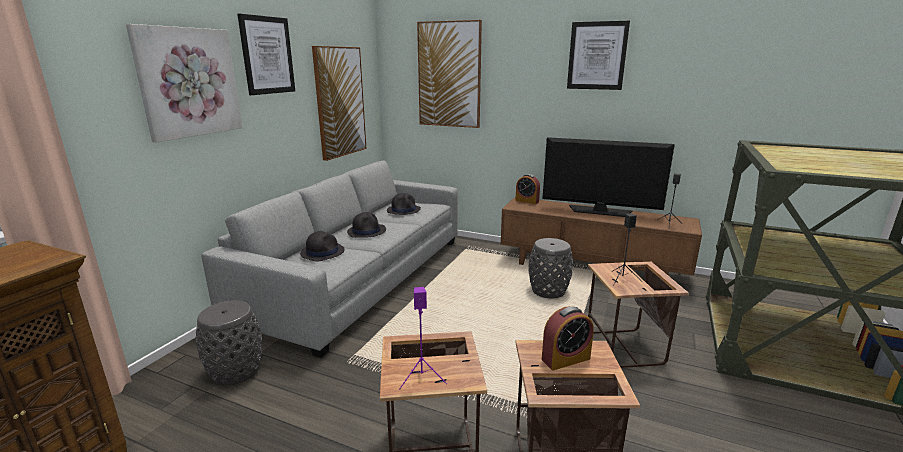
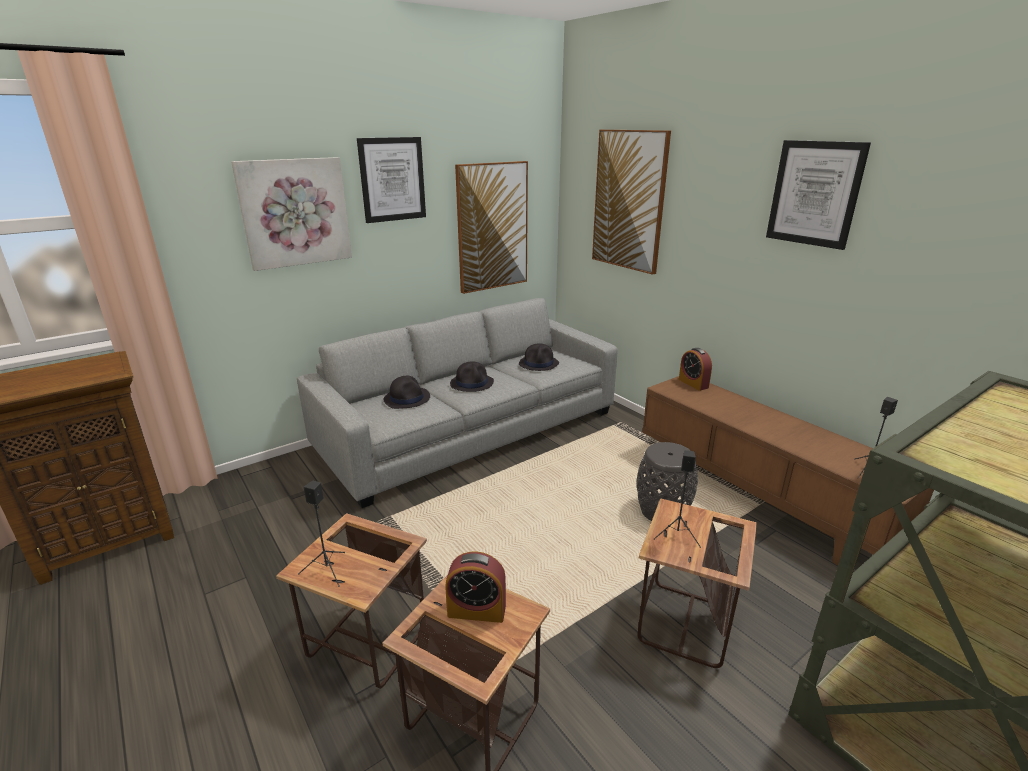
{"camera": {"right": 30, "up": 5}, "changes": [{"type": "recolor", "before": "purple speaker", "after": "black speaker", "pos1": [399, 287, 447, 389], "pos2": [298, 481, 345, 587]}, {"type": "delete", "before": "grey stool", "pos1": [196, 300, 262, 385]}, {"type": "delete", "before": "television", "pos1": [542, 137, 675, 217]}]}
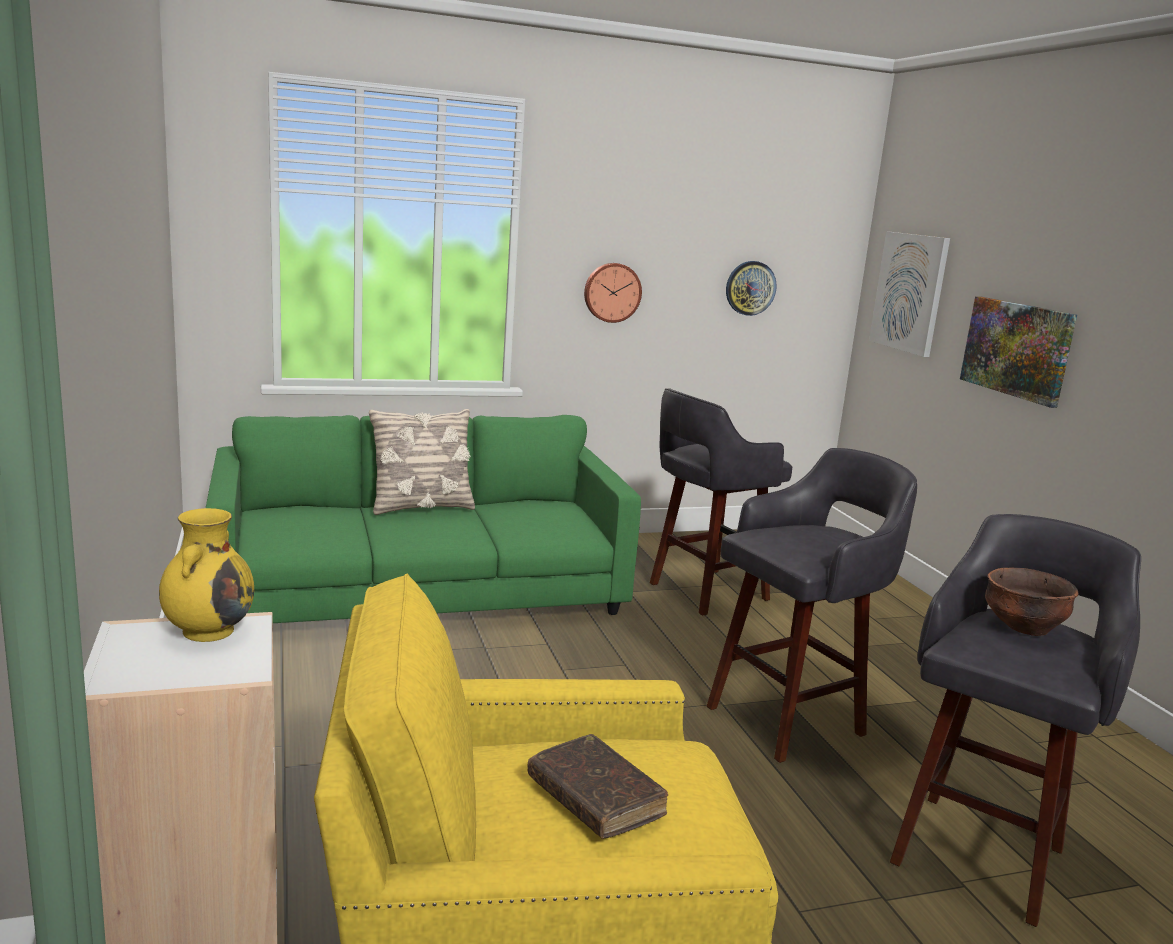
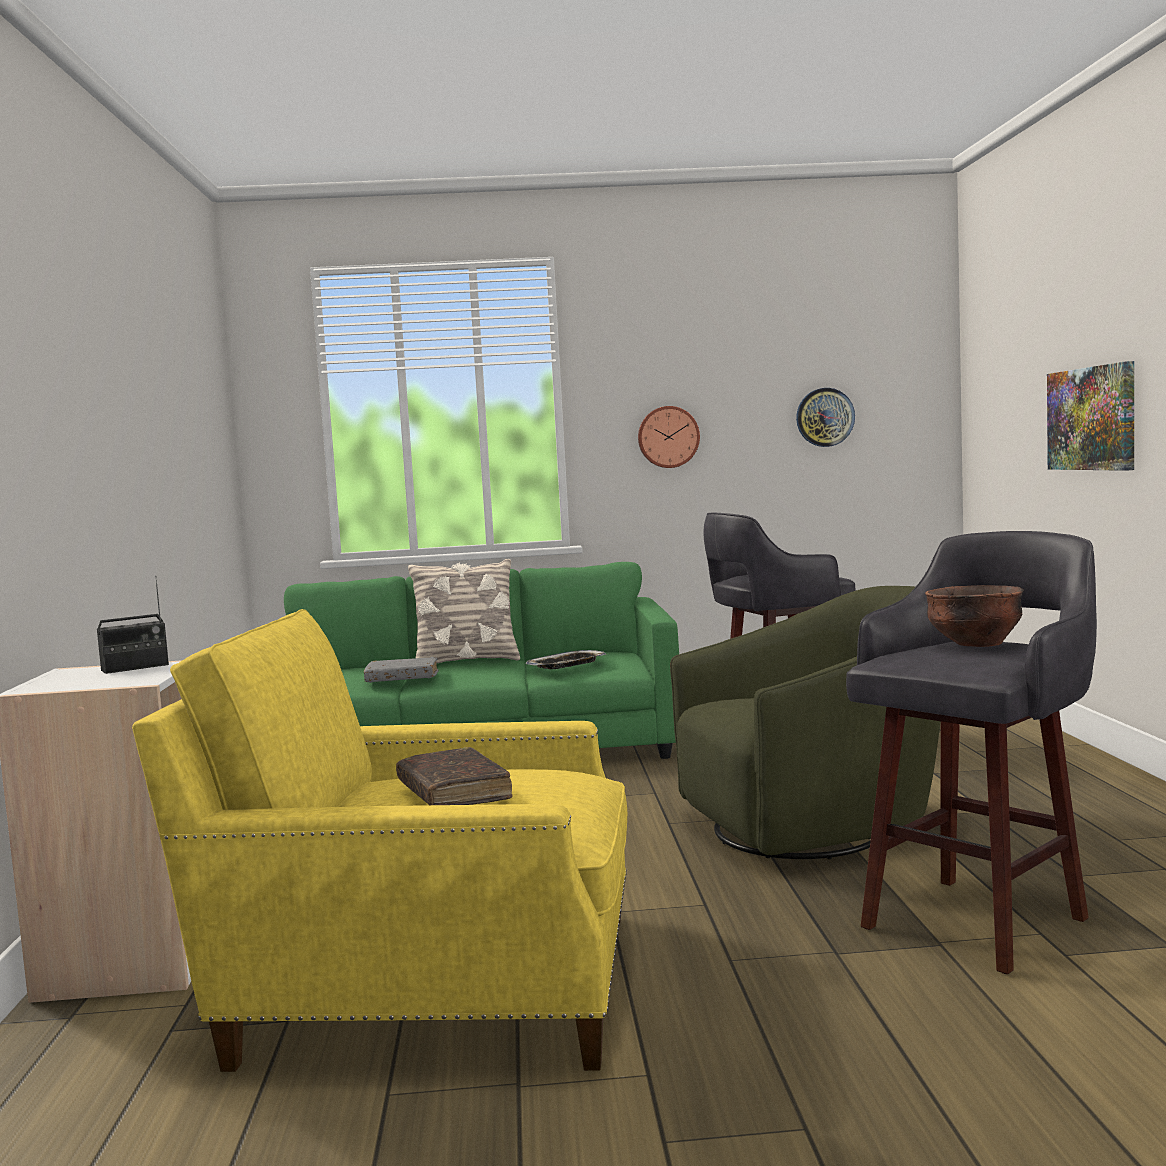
{"camera": {"right": 15, "up": -10}, "changes": [{"type": "replace", "before": "yellow vase", "after": "radio", "pos1": [159, 508, 254, 642], "pos2": [97, 576, 169, 674]}, {"type": "insert", "after": "grey book", "pos2": [364, 657, 439, 683]}, {"type": "insert", "after": "tray", "pos2": [526, 650, 607, 669]}, {"type": "replace", "before": "grey stool", "after": "green armchair", "pos1": [707, 448, 917, 763], "pos2": [670, 586, 941, 859]}, {"type": "delete", "before": "picture", "pos1": [869, 232, 950, 357]}]}
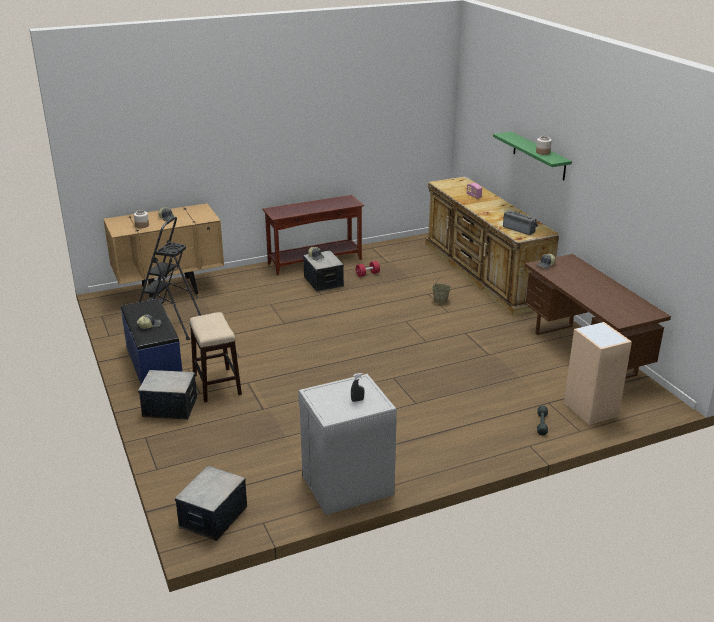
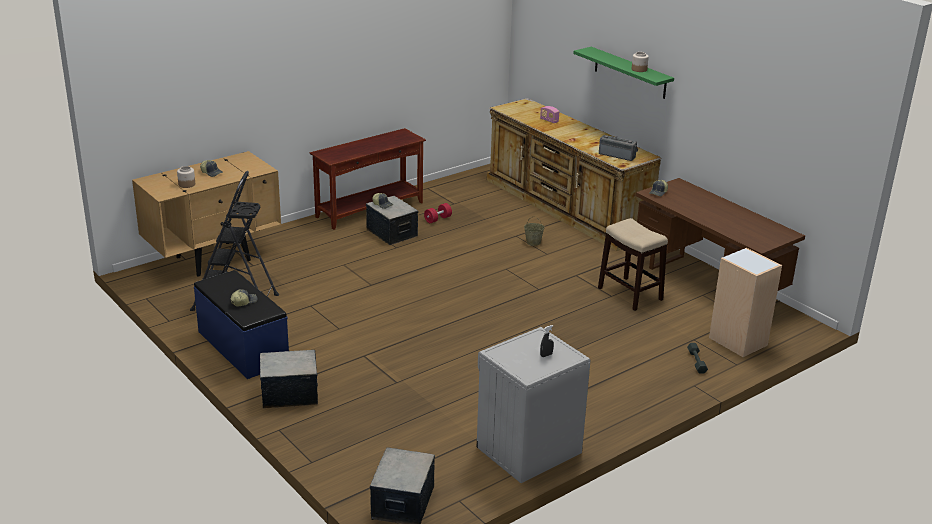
{"camera": {"right": -15, "up": 0}, "changes": [{"type": "move", "before": "stool", "pos1": [189, 312, 242, 402], "pos2": [598, 218, 668, 311]}]}
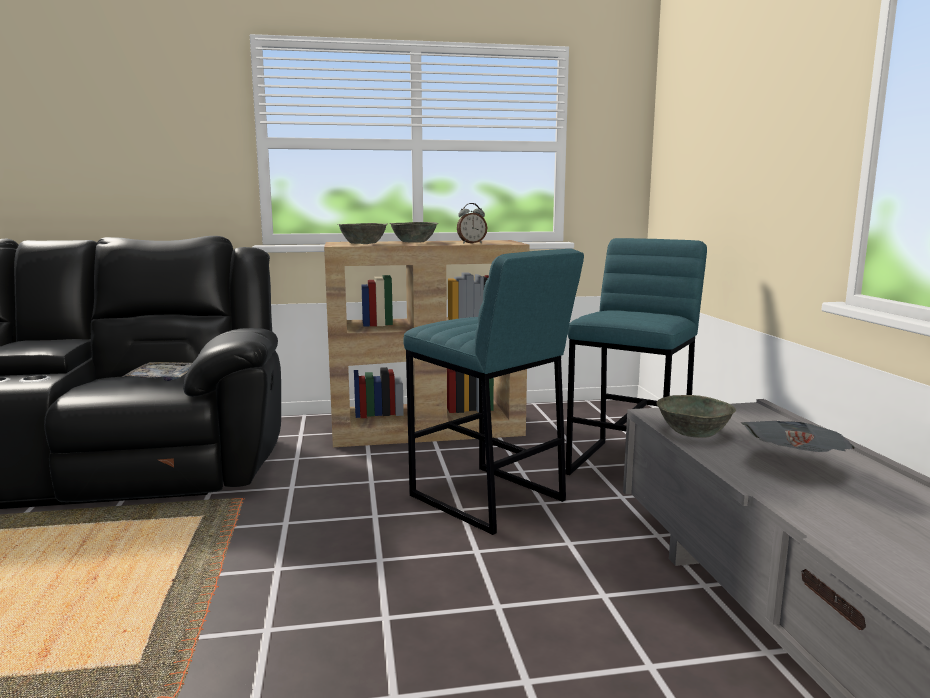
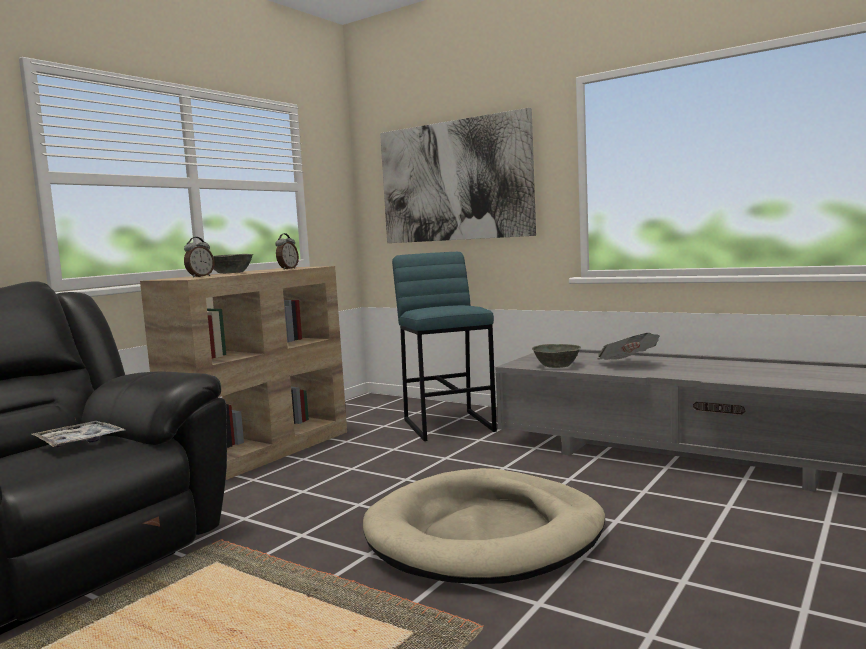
{"camera": {"right": -45, "up": -5}, "changes": [{"type": "replace", "before": "grey bowl", "after": "alarm clock", "pos1": [338, 223, 388, 244], "pos2": [184, 237, 215, 278]}, {"type": "insert", "after": "beige dog bed", "pos2": [363, 468, 605, 584]}, {"type": "insert", "after": "picture", "pos2": [380, 108, 536, 243]}, {"type": "delete", "before": "turquoise stool", "pos1": [403, 249, 584, 535]}]}
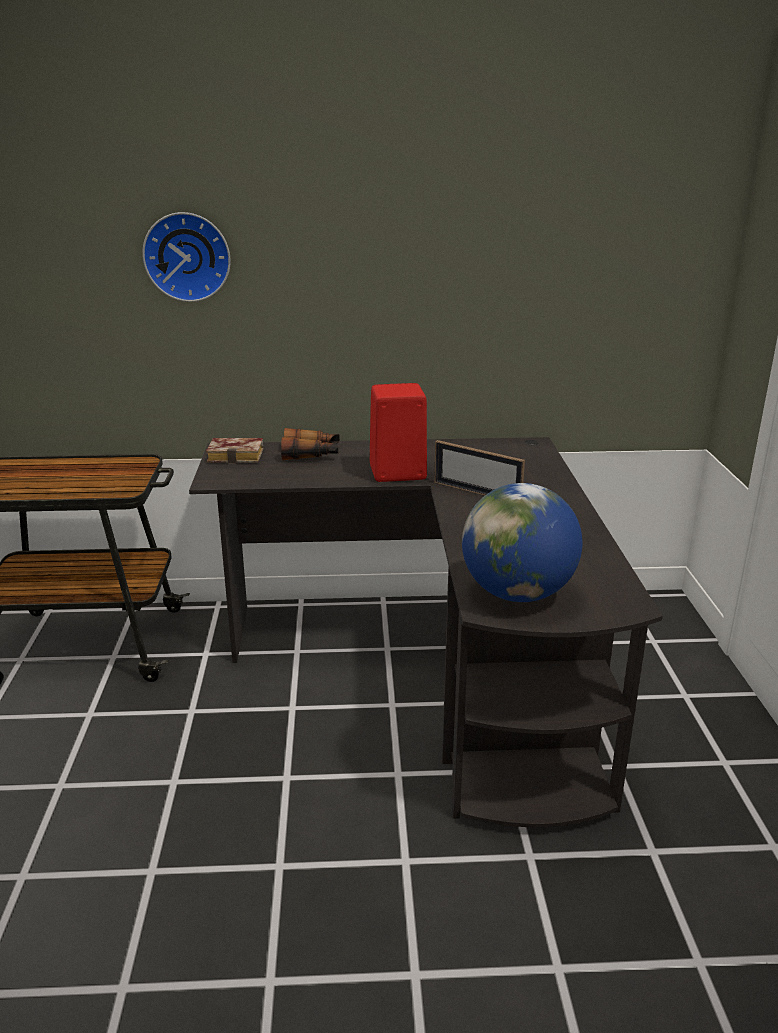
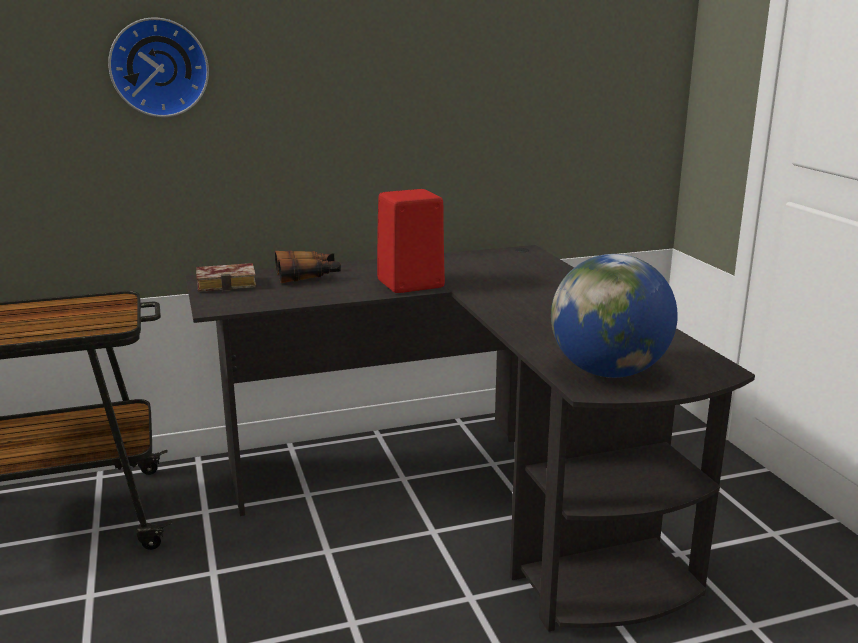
{"camera": {"right": -15, "up": -5}, "changes": [{"type": "delete", "before": "picture frame", "pos1": [434, 440, 525, 496]}]}
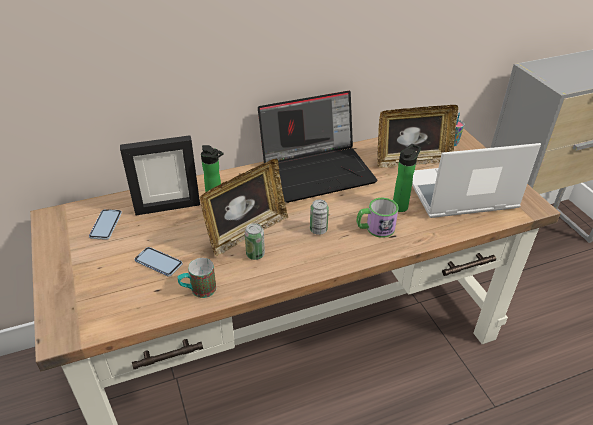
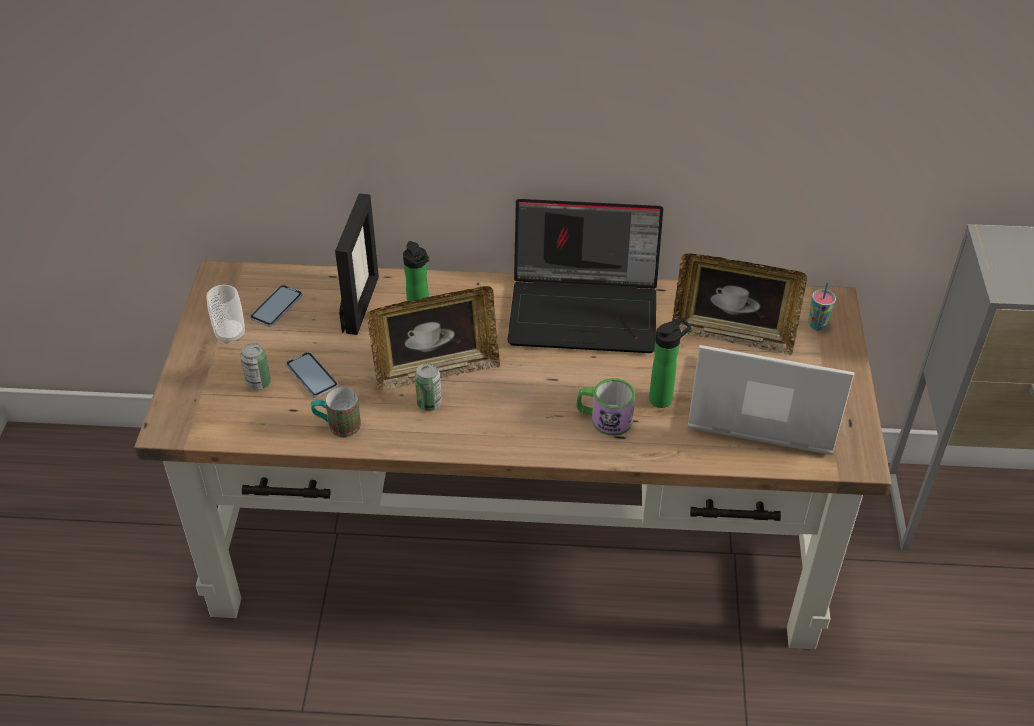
{"camera": {"right": 25, "up": 5}, "changes": [{"type": "insert", "after": "cup", "pos2": [206, 285, 245, 344]}, {"type": "move", "before": "can", "pos1": [310, 199, 329, 235], "pos2": [240, 343, 271, 390]}, {"type": "rotate", "before": "picture frame", "pos1": [120, 135, 200, 215], "pos2": [335, 193, 379, 335], "turn": -90}]}
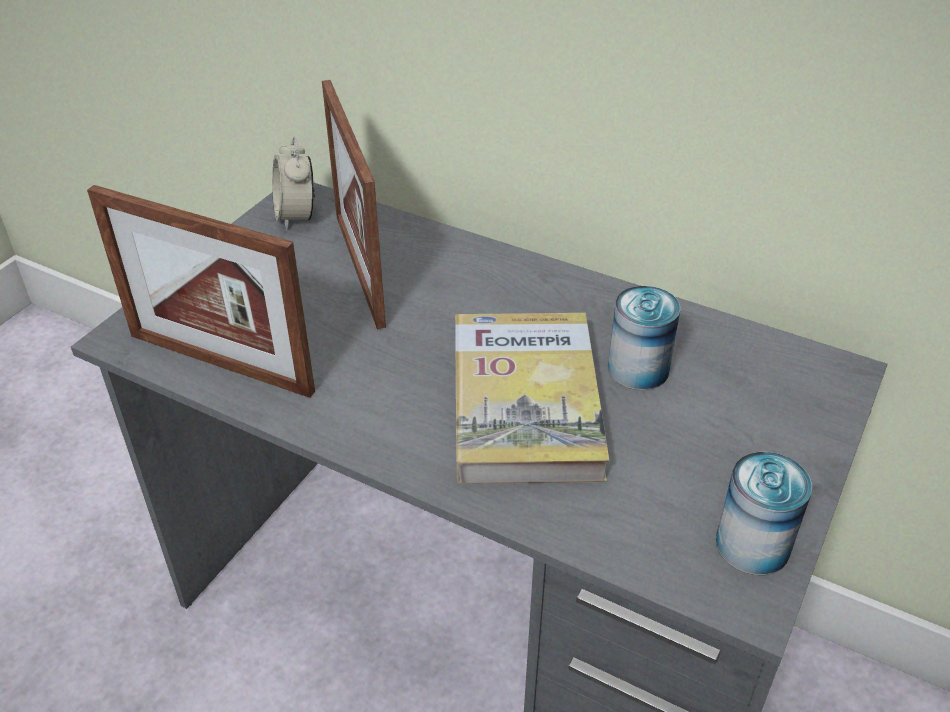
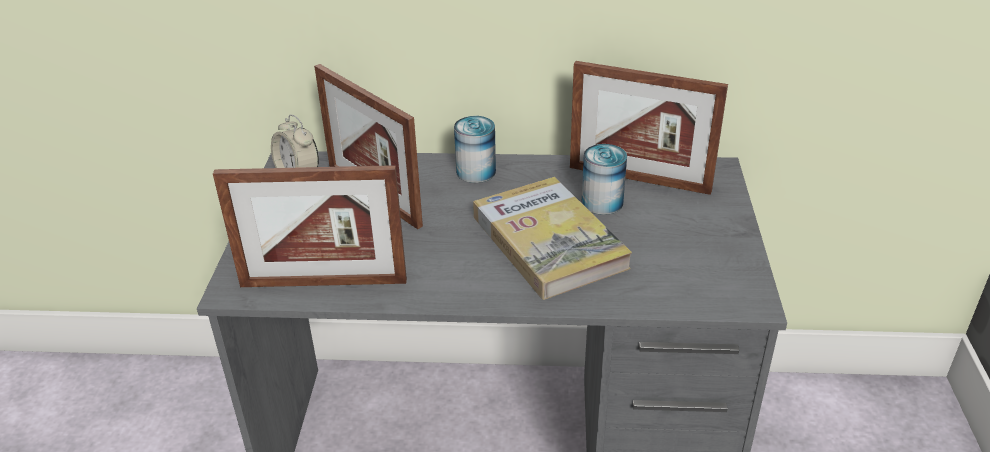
{"camera": {"right": -25, "up": -5}, "changes": [{"type": "move", "before": "can", "pos1": [716, 452, 812, 575], "pos2": [454, 116, 496, 183]}, {"type": "insert", "after": "picture frame", "pos2": [570, 61, 728, 195]}]}
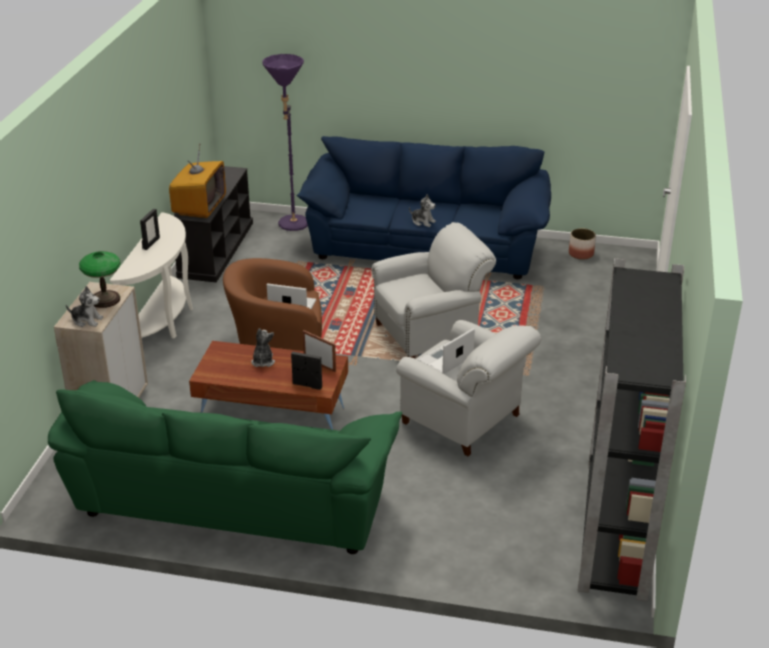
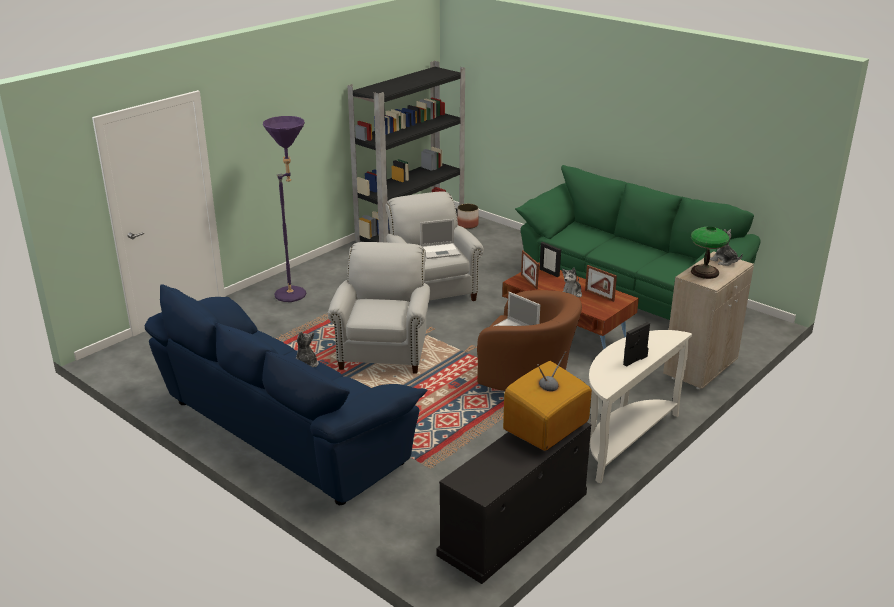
{"camera": {"right": -150, "up": -5}, "changes": [{"type": "move", "before": "purple floor lamp", "pos1": [262, 54, 308, 231], "pos2": [263, 116, 306, 302]}, {"type": "rotate", "before": "white armchair", "pos1": [371, 222, 496, 358], "pos2": [327, 242, 430, 374], "turn": 90}, {"type": "move", "before": "planter", "pos1": [569, 228, 596, 260], "pos2": [457, 204, 479, 229]}, {"type": "insert", "after": "picture frame", "pos2": [585, 265, 617, 302]}]}
